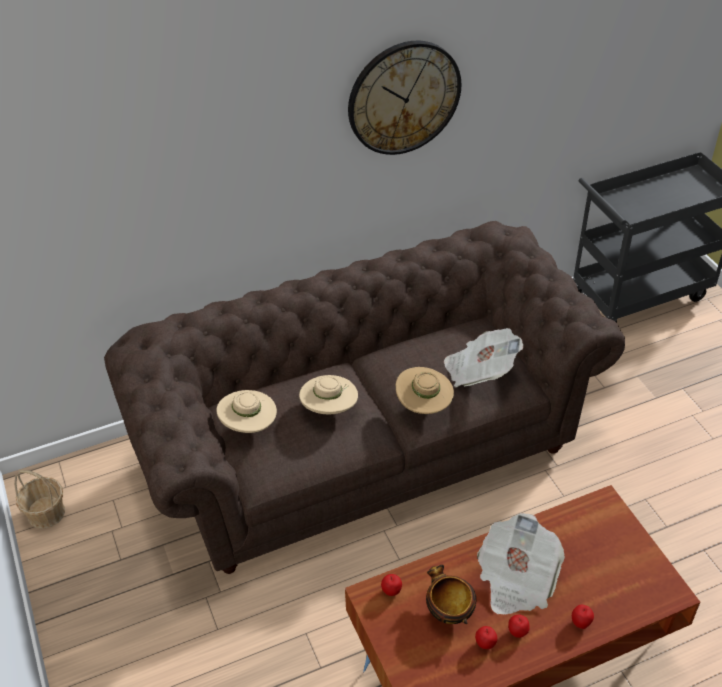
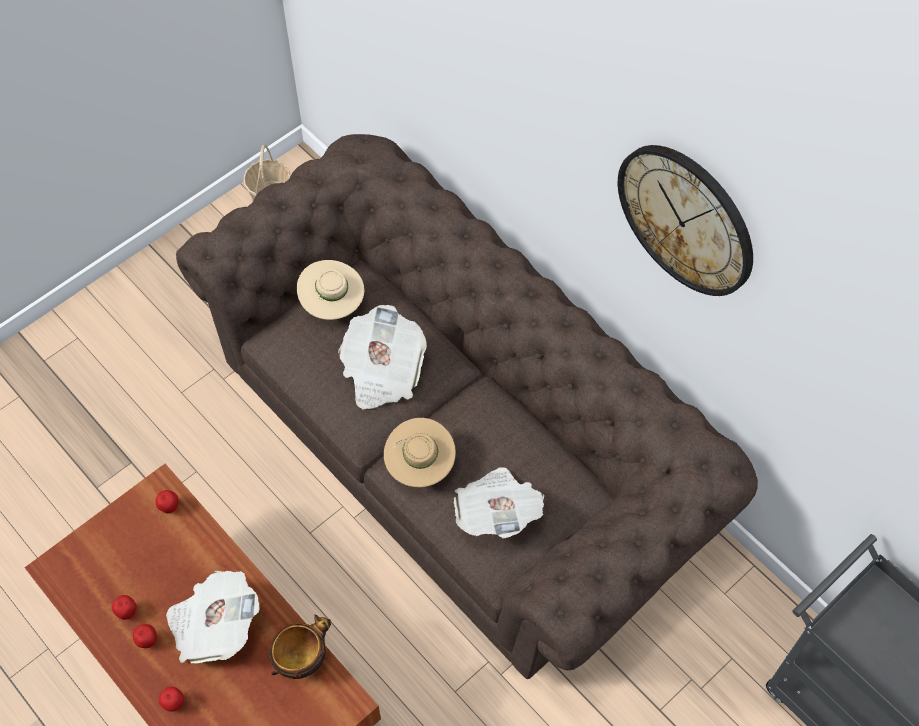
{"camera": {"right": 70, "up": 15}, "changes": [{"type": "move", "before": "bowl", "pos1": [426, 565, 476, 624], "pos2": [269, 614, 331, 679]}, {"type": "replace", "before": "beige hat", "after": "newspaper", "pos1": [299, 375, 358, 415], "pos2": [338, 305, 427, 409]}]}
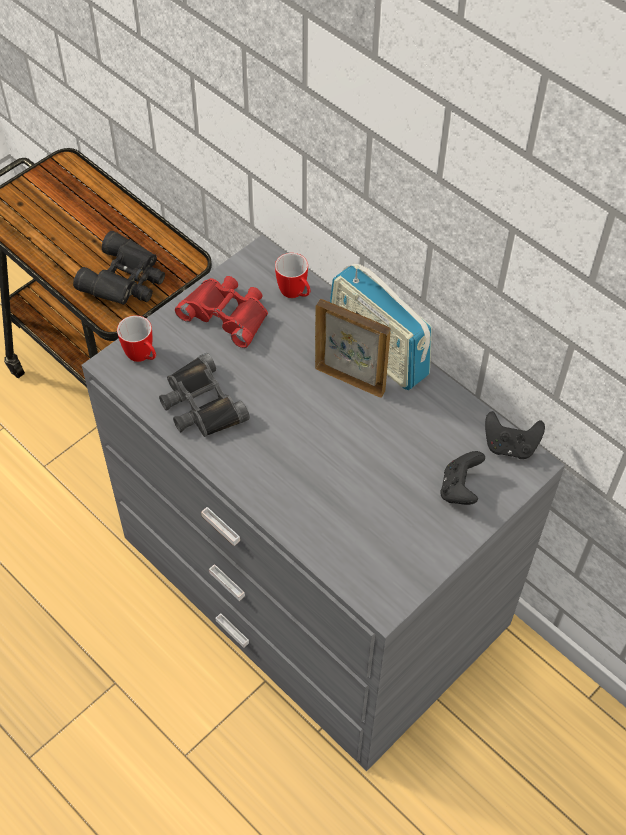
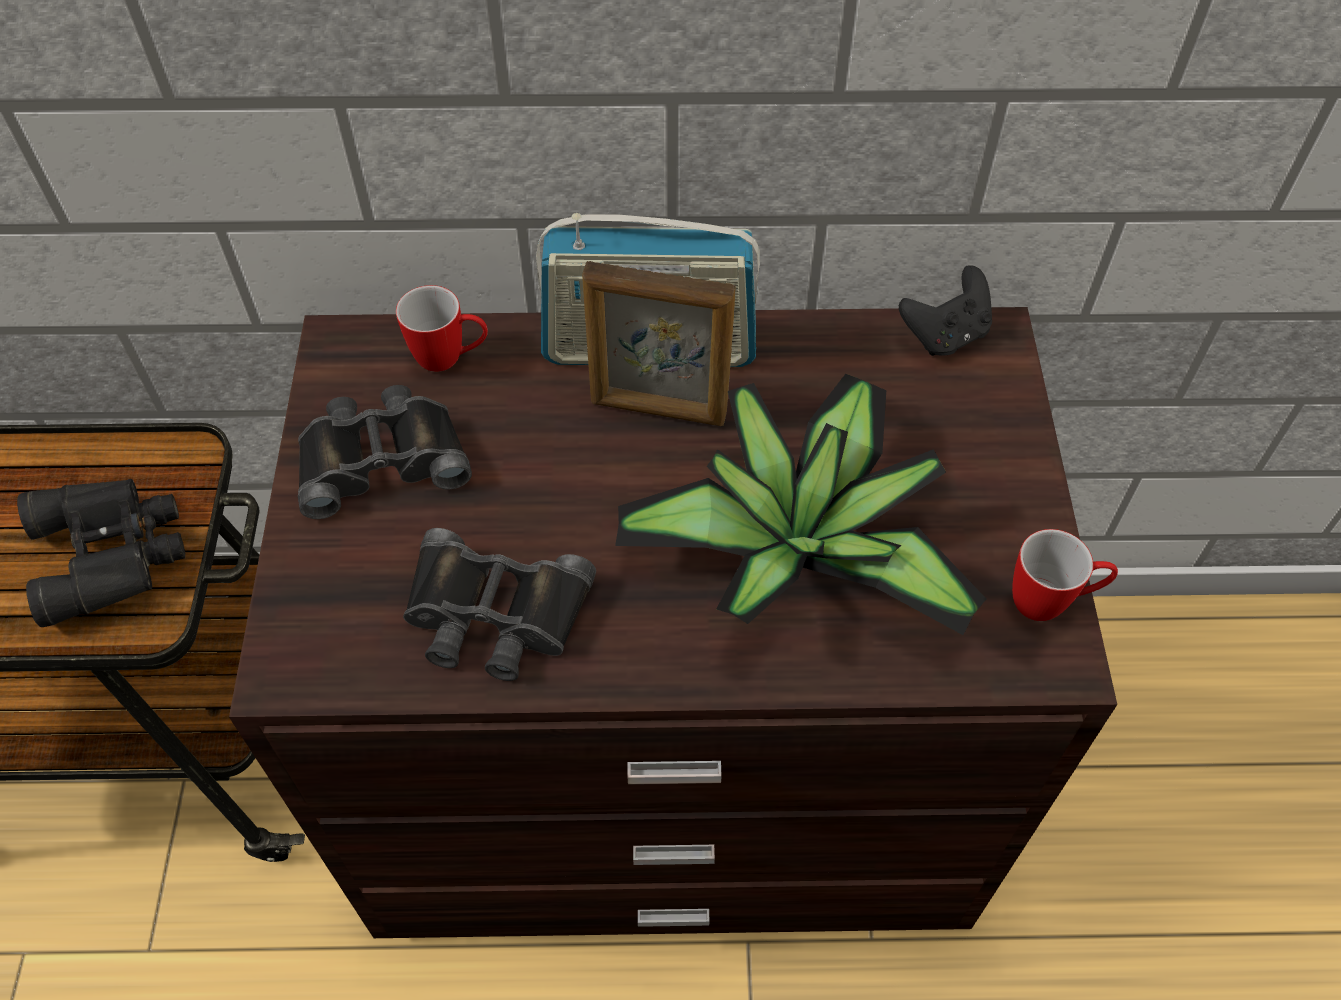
{"camera": {"right": -45, "up": 0}, "changes": [{"type": "recolor", "before": "grey dresser", "after": "brown dresser", "pos1": [82, 235, 565, 771], "pos2": [229, 307, 1117, 938]}, {"type": "recolor", "before": "red binoculars", "after": "black binoculars", "pos1": [175, 276, 268, 348], "pos2": [298, 385, 472, 519]}, {"type": "rotate", "before": "picture frame", "pos1": [315, 299, 391, 398], "pos2": [582, 261, 736, 426], "turn": -150}, {"type": "insert", "after": "potted plant", "pos2": [615, 374, 986, 635]}, {"type": "move", "before": "mug", "pos1": [117, 315, 156, 362], "pos2": [1012, 529, 1118, 621]}, {"type": "delete", "before": "black game controller", "pos1": [440, 451, 485, 505]}]}
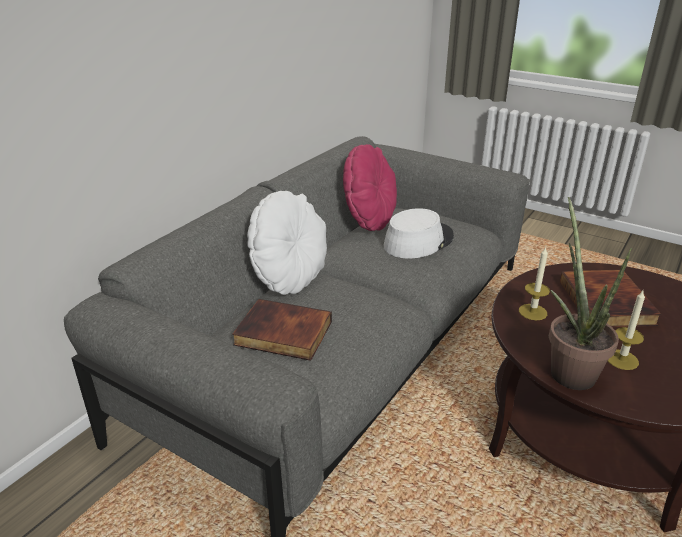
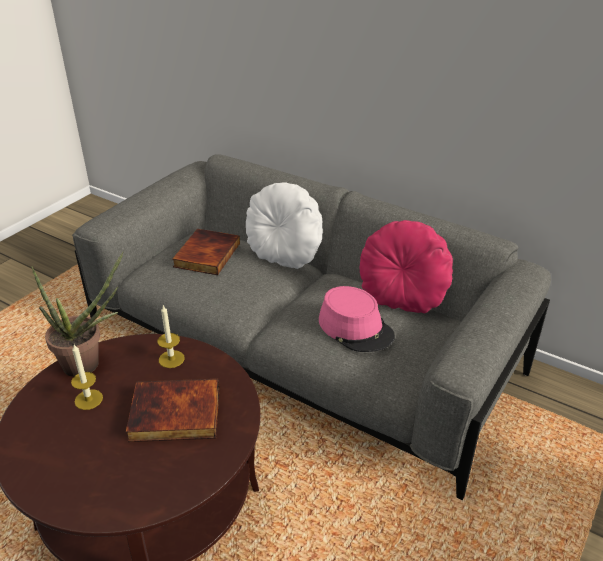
{"camera": {"right": 90, "up": 5}, "changes": [{"type": "recolor", "before": "white hat", "after": "pink hat", "pos1": [384, 208, 454, 258], "pos2": [319, 286, 395, 352]}]}
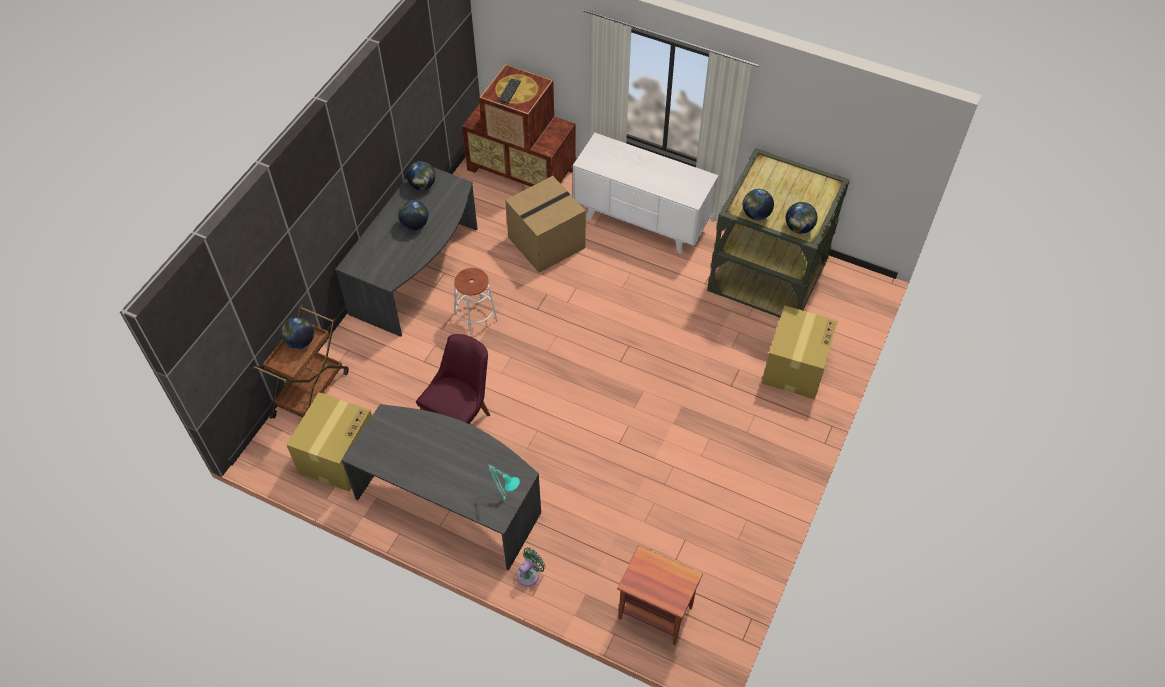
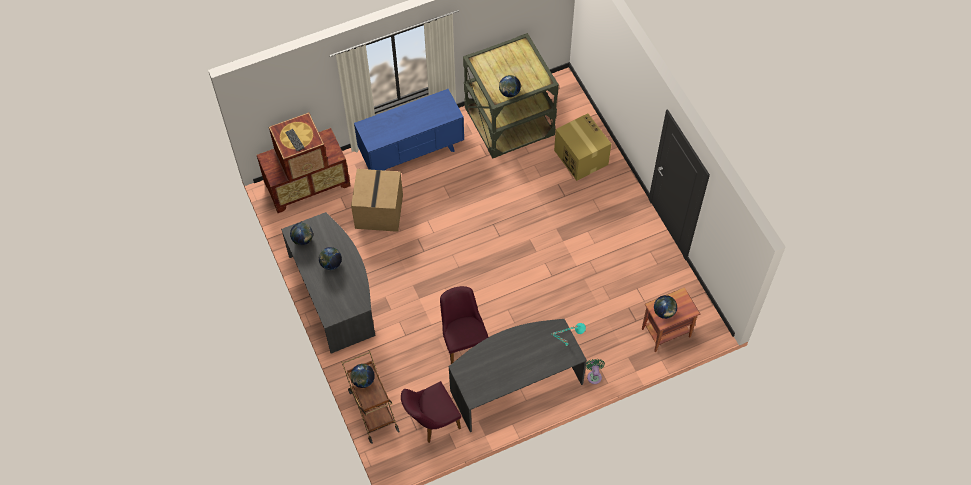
{"camera": {"right": -50, "up": 5}, "changes": [{"type": "recolor", "before": "white dresser", "after": "blue dresser", "pos1": [573, 133, 719, 254], "pos2": [354, 89, 464, 171]}, {"type": "replace", "before": "cardboard box", "after": "purple chair", "pos1": [287, 392, 372, 492], "pos2": [401, 381, 461, 443]}, {"type": "move", "before": "globe", "pos1": [786, 202, 817, 234], "pos2": [654, 295, 677, 319]}, {"type": "delete", "before": "white stool", "pos1": [454, 268, 498, 335]}]}
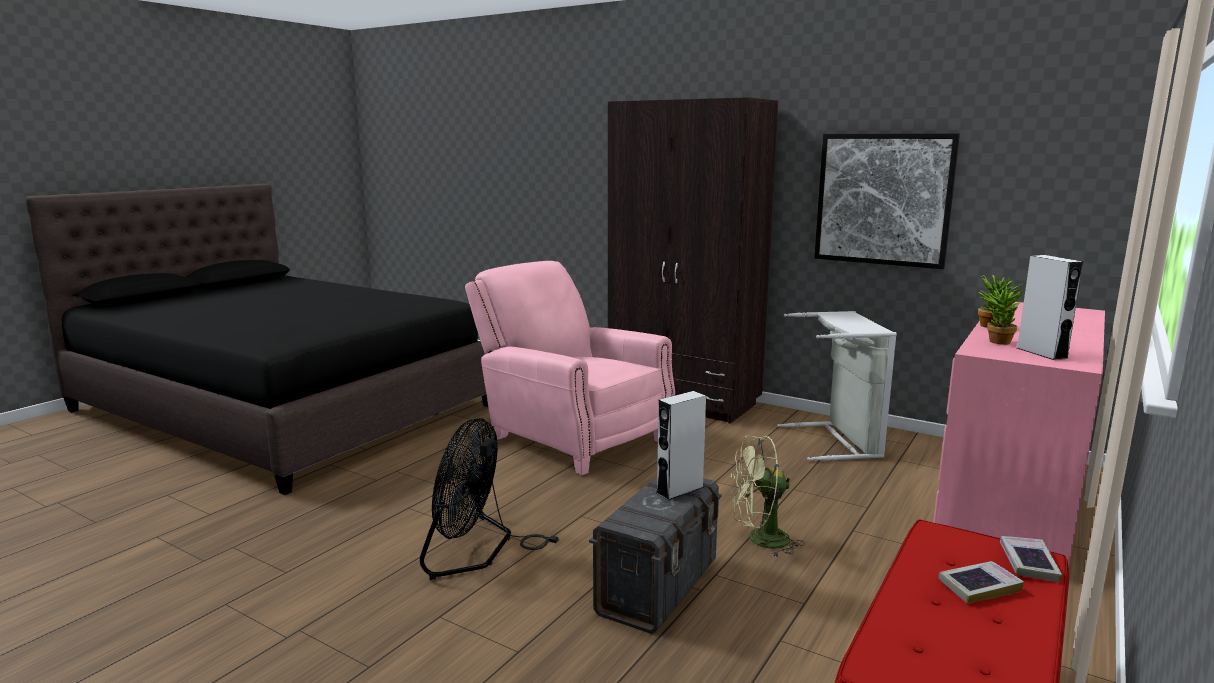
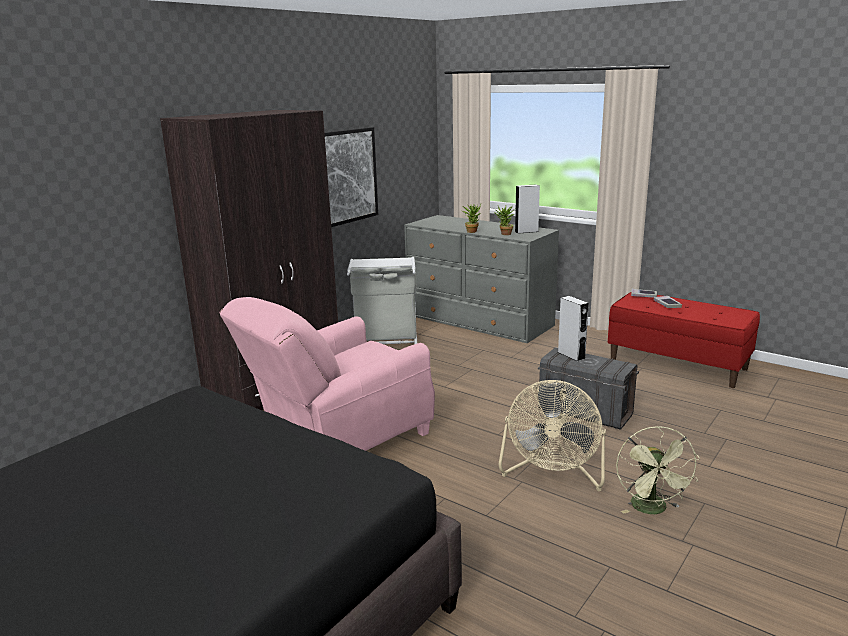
{"camera": {"right": -85, "up": 5}, "changes": [{"type": "recolor", "before": "pink dresser", "after": "grey dresser", "pos1": [933, 302, 1105, 567], "pos2": [404, 215, 559, 343]}, {"type": "recolor", "before": "black fan", "after": "beige fan", "pos1": [420, 418, 560, 580], "pos2": [499, 380, 606, 491]}, {"type": "move", "before": "green fan", "pos1": [730, 436, 805, 557], "pos2": [616, 426, 700, 514]}]}
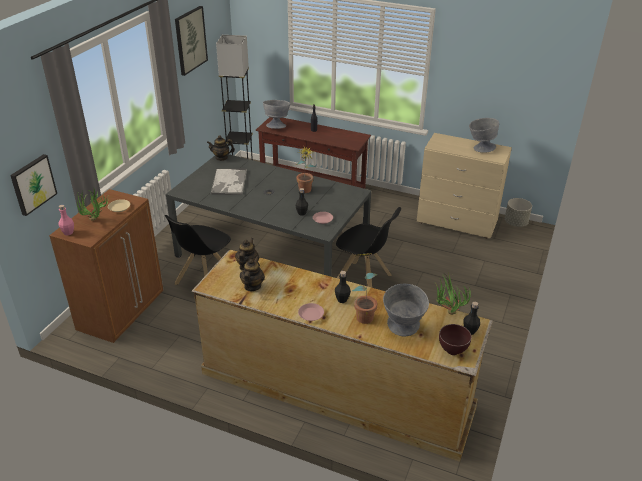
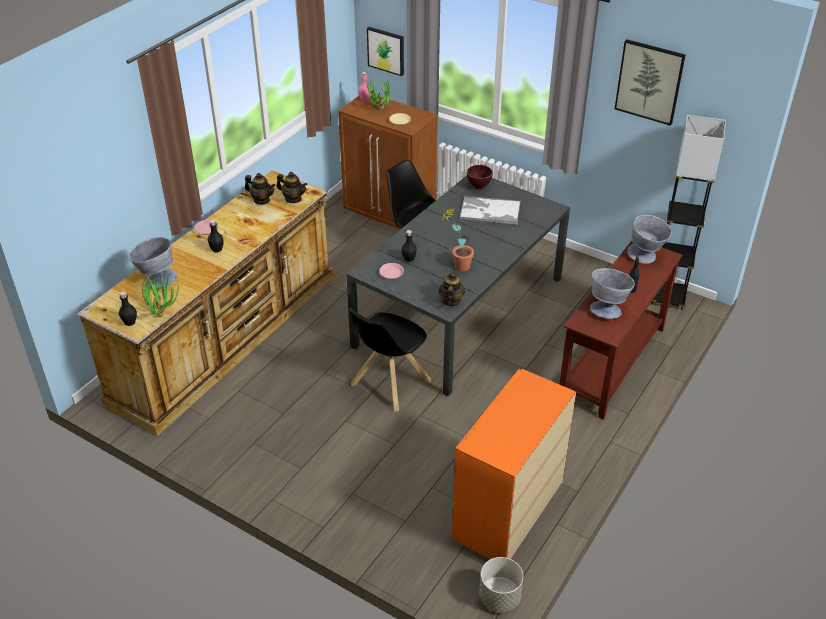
{"camera": {"right": 100, "up": 5}, "changes": [{"type": "move", "before": "teapot", "pos1": [207, 135, 235, 161], "pos2": [438, 270, 465, 306]}, {"type": "recolor", "before": "beige dresser", "after": "orange dresser", "pos1": [417, 133, 512, 239], "pos2": [452, 369, 576, 559]}, {"type": "move", "before": "brown bowl", "pos1": [439, 324, 472, 355], "pos2": [467, 165, 493, 189]}, {"type": "move", "before": "grey bowl", "pos1": [469, 118, 499, 153], "pos2": [590, 268, 635, 319]}, {"type": "delete", "before": "potted plant", "pos1": [352, 253, 378, 324]}]}
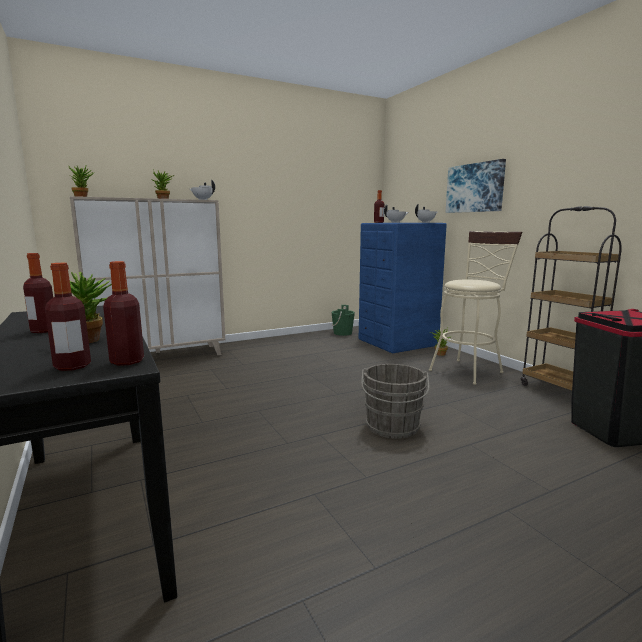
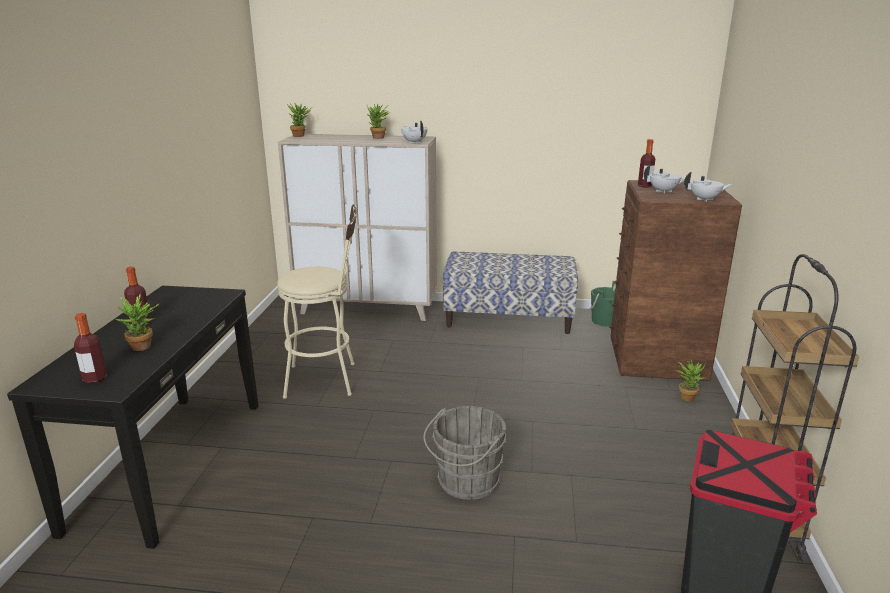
{"camera": {"right": 35, "up": 10}, "changes": [{"type": "move", "before": "beige stool", "pos1": [429, 231, 522, 385], "pos2": [277, 204, 357, 399]}, {"type": "insert", "after": "bench", "pos2": [443, 252, 578, 334]}, {"type": "recolor", "before": "blue dresser", "after": "brown dresser", "pos1": [359, 223, 447, 353], "pos2": [609, 180, 742, 381]}, {"type": "delete", "before": "bottle", "pos1": [103, 261, 144, 366]}, {"type": "delete", "before": "picture", "pos1": [446, 159, 506, 213]}]}
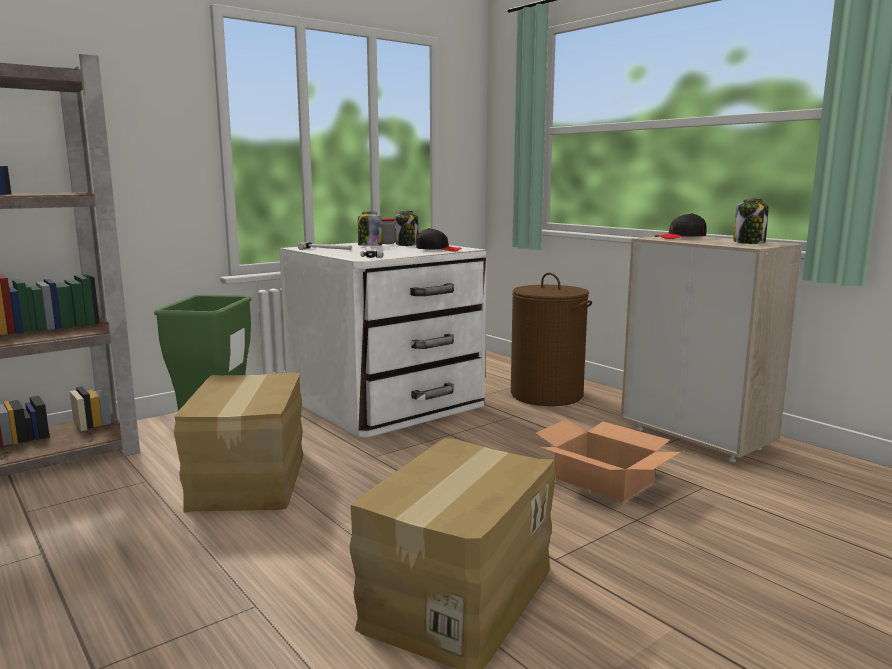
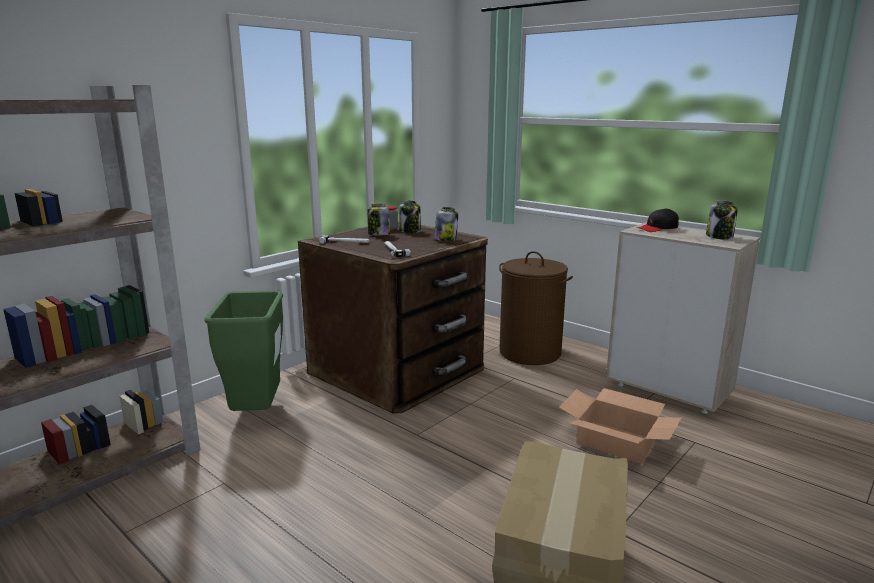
{"camera": {"right": -10, "up": 5}, "changes": [{"type": "recolor", "before": "white dresser", "after": "brown dresser", "pos1": [279, 242, 487, 438], "pos2": [298, 221, 488, 414]}, {"type": "replace", "before": "black cap", "after": "jar", "pos1": [416, 228, 461, 251], "pos2": [434, 207, 458, 241]}, {"type": "delete", "before": "cardboard box", "pos1": [174, 372, 303, 513]}]}
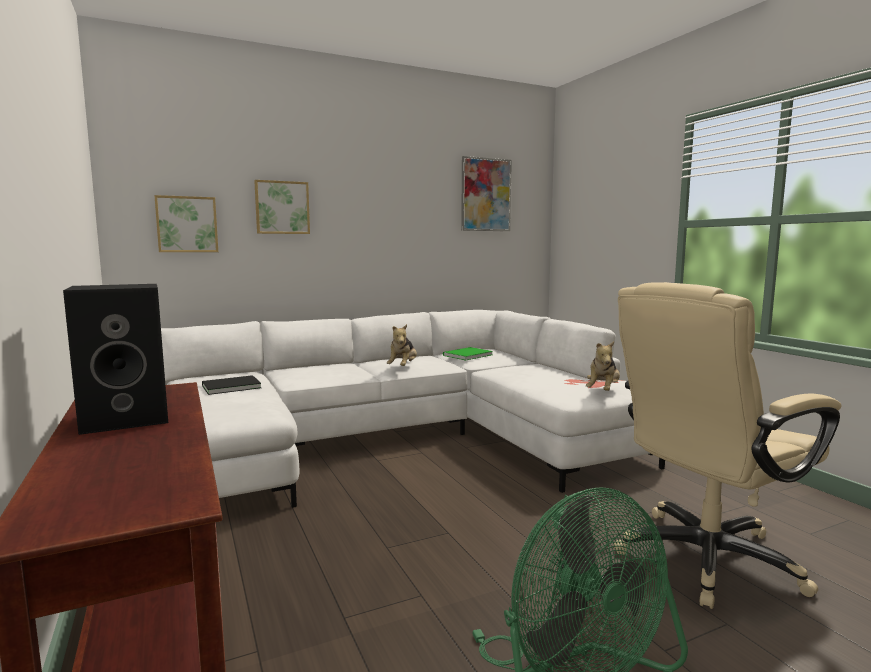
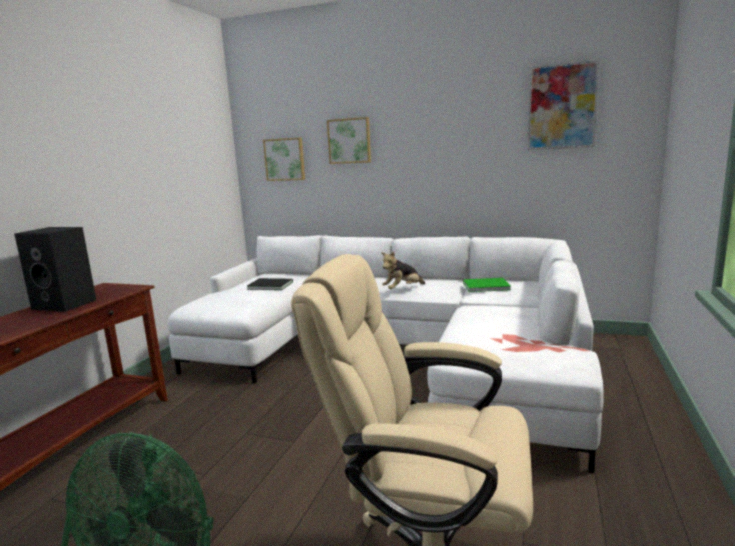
{"camera": {"right": 45, "up": 5}, "changes": [{"type": "delete", "before": "plush toy", "pos1": [586, 341, 620, 391]}]}
